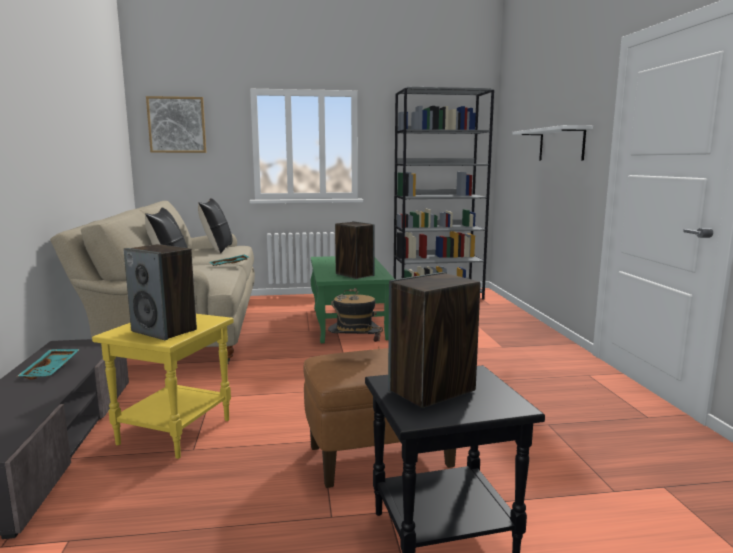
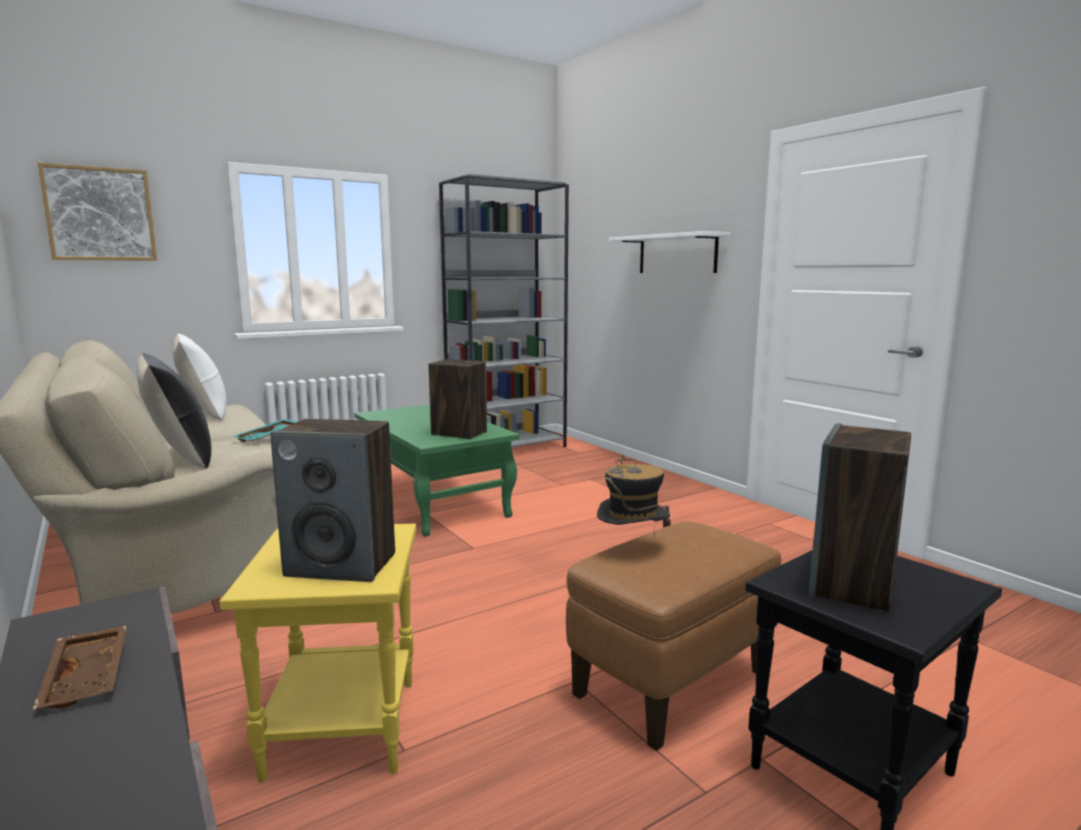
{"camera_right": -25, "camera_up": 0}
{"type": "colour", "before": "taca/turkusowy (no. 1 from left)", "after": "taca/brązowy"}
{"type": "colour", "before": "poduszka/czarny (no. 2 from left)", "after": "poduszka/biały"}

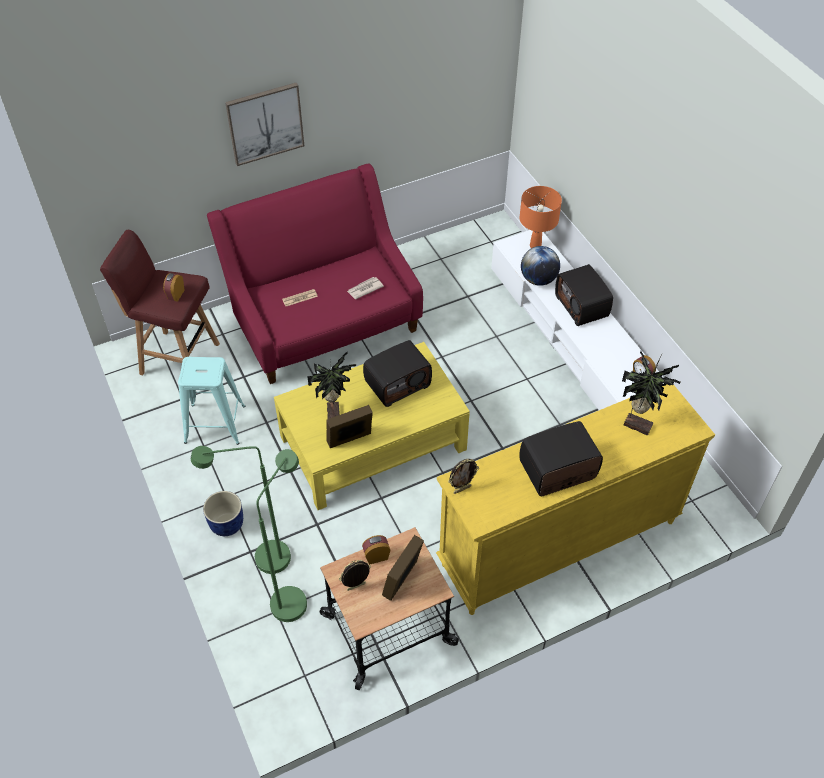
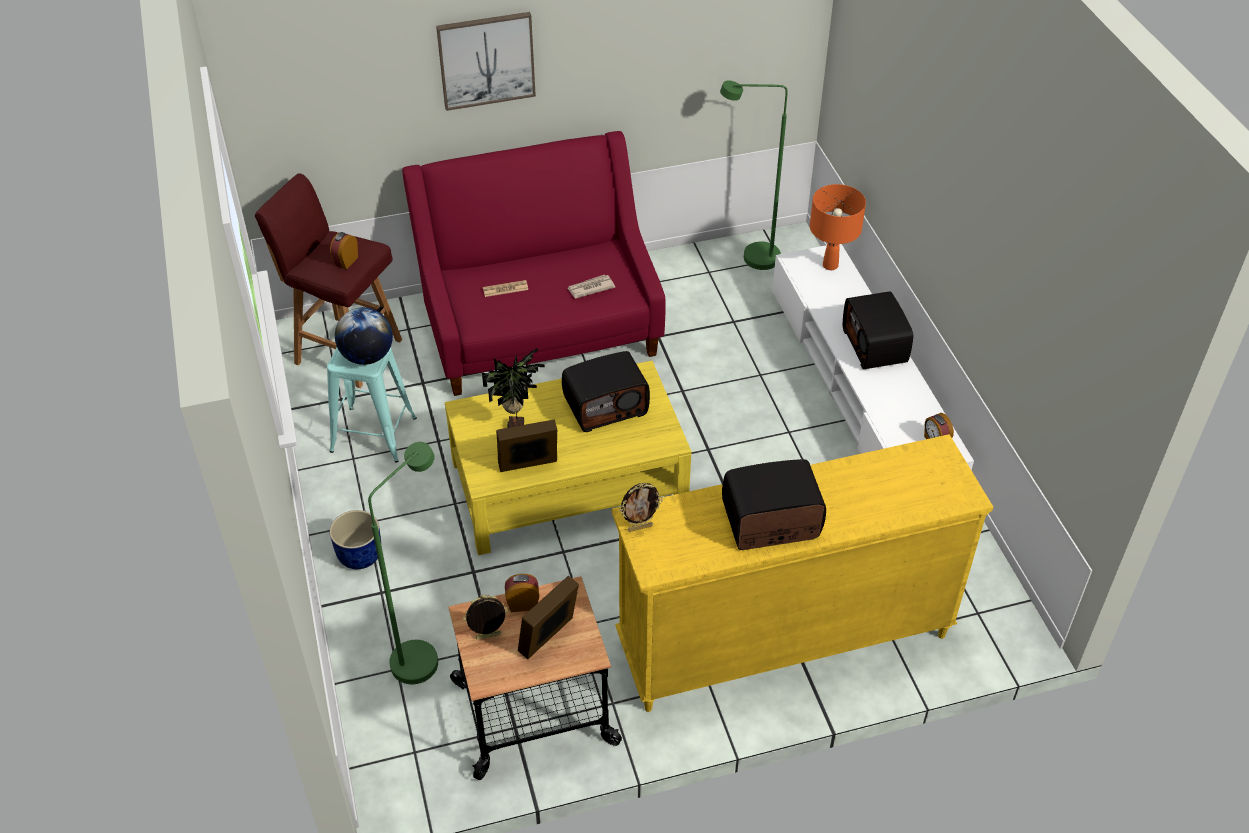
{"camera_right": 10, "camera_up": -5}
{"type": "relocated", "before": "lampa stojąca/zielony (no. 1 from left in the first image)", "after": "lampa stojąca/zielony (no. 2 from left)"}
{"type": "relocated", "before": "globus"}
{"type": "missing", "before": "roślina doniczkowa (no. 2 from left)"}

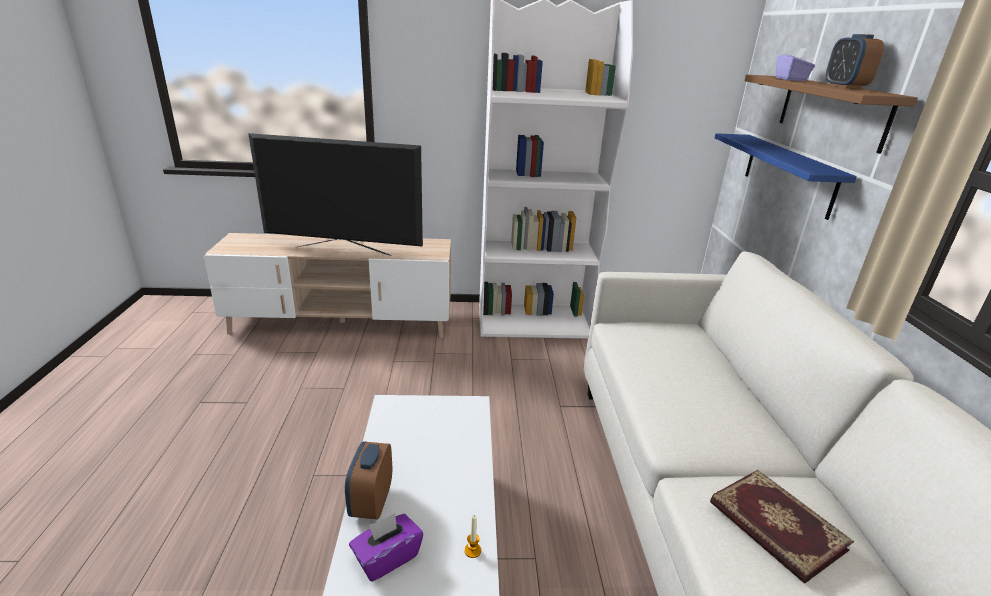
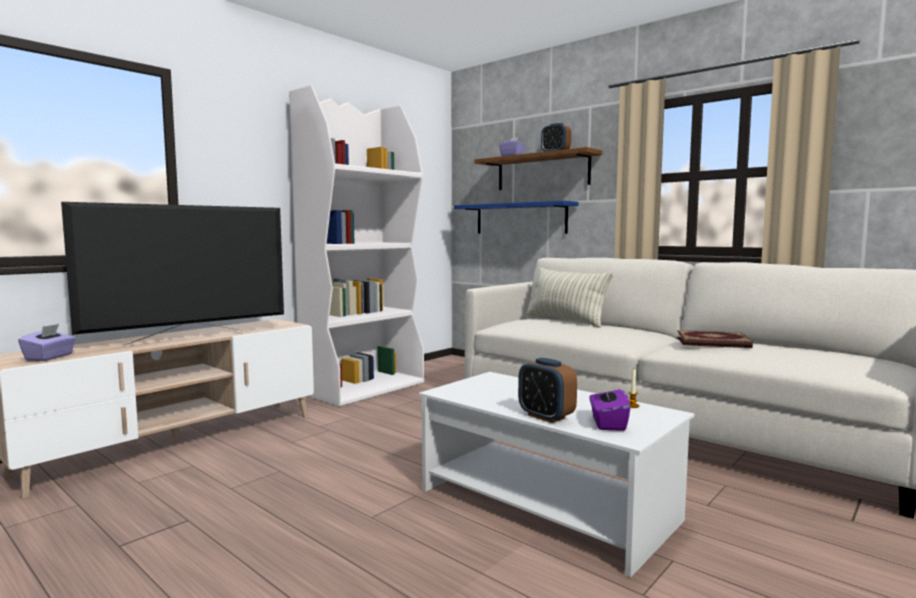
{"camera_right": -45, "camera_up": -20}
{"type": "appeared", "after": "pudełko chusteczek/fioletowy (no. 1 from left)"}
{"type": "appeared", "after": "poduszka"}

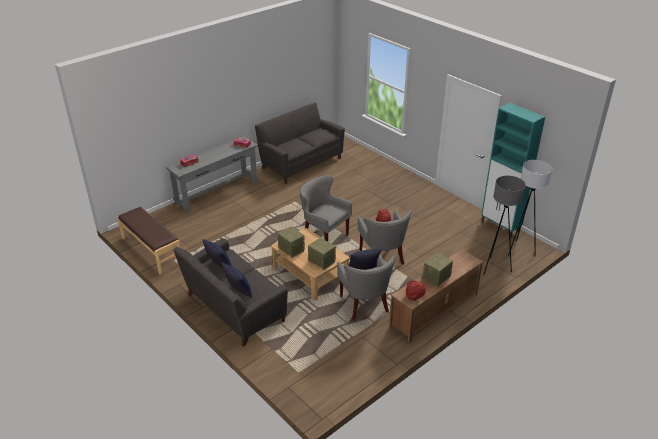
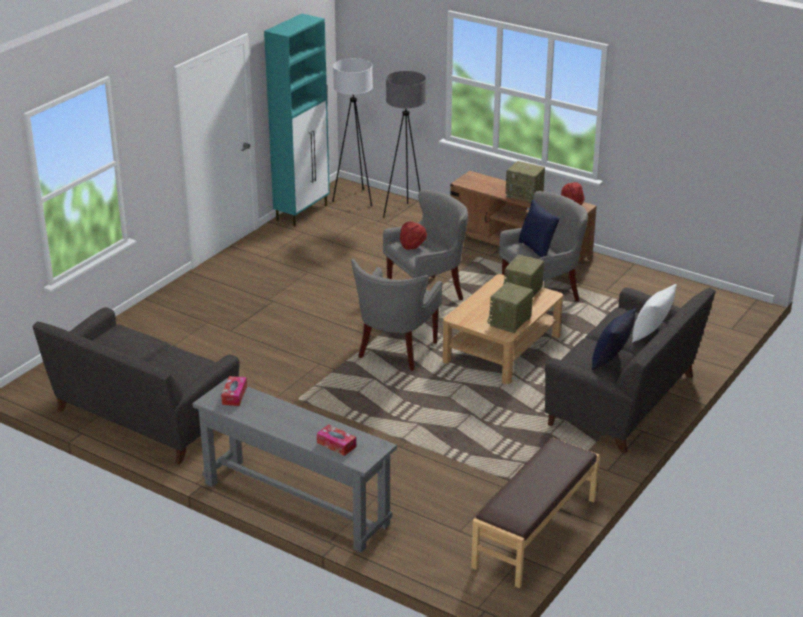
{"camera_right": -105, "camera_up": -5}
{"type": "colour", "before": "poduszka/niebieski (no. 2 from left)", "after": "poduszka/biały"}

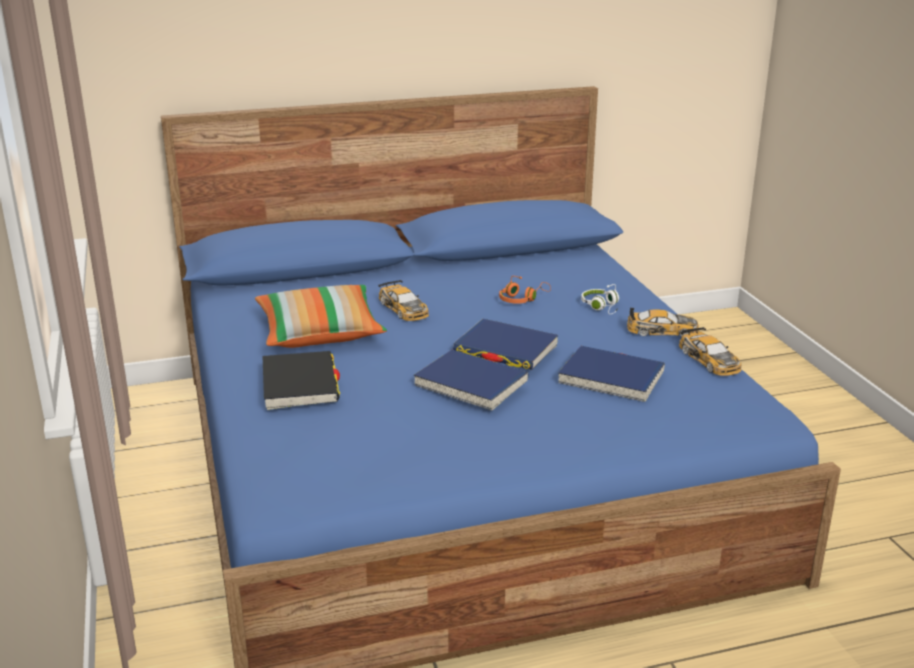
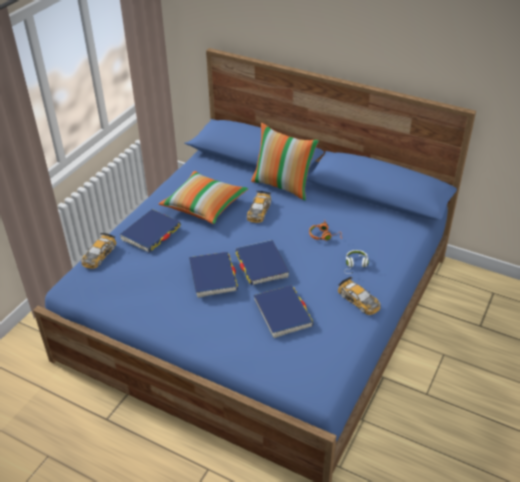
{"camera_right": 45, "camera_up": 15}
{"type": "colour", "before": "książka/czarny", "after": "książka/niebieski (no. 1 from left)"}
{"type": "relocated", "before": "samochodzik (no. 3 from left in the first image)", "after": "samochodzik (no. 1 from left)"}
{"type": "appeared", "after": "poduszka (no. 2 from left)"}

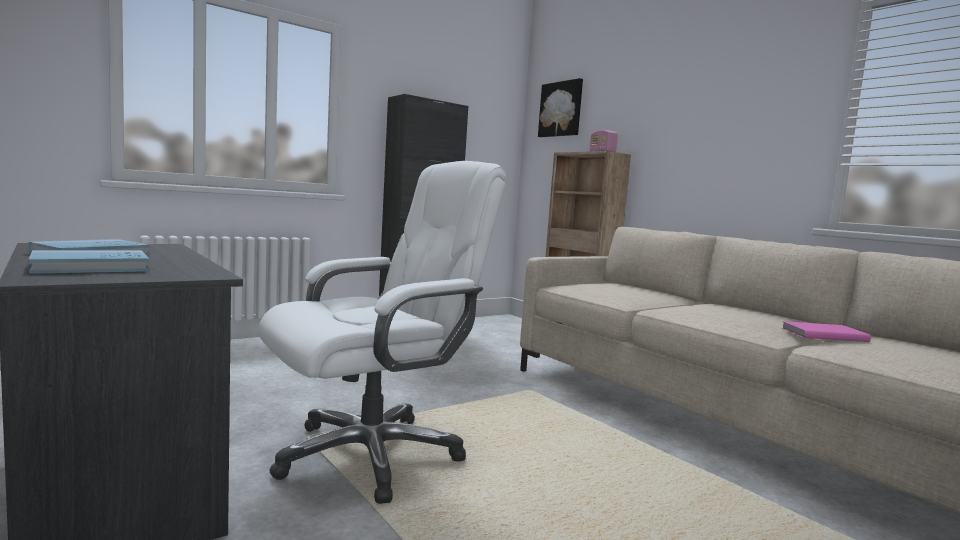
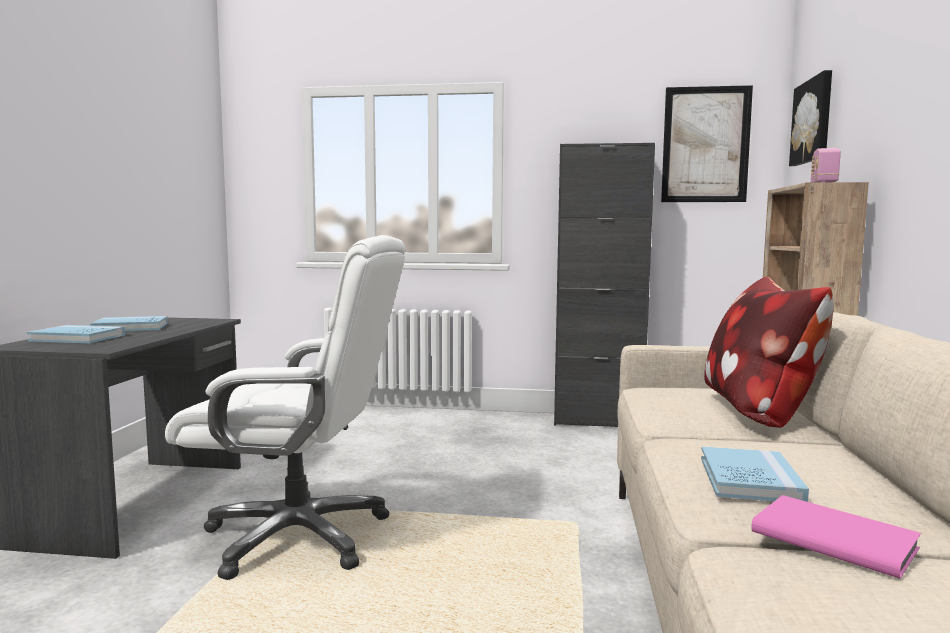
{"camera_right": 45, "camera_up": 0}
{"type": "appeared", "after": "obraz (no. 1 from left)"}
{"type": "appeared", "after": "książka/niebieski (no. 3 from left)"}
{"type": "appeared", "after": "poduszka"}

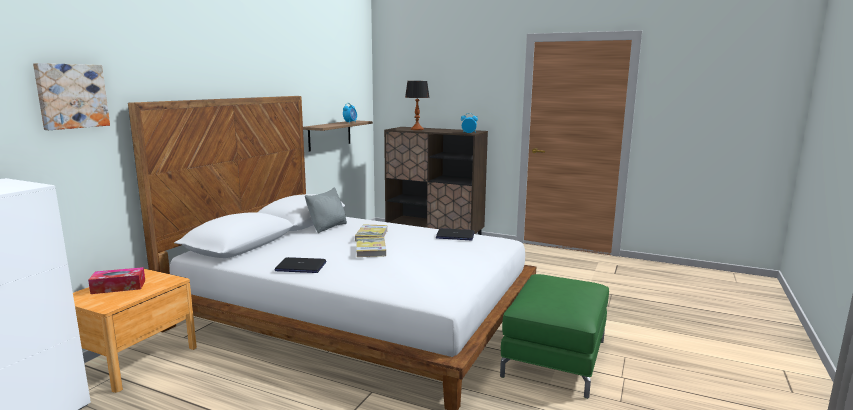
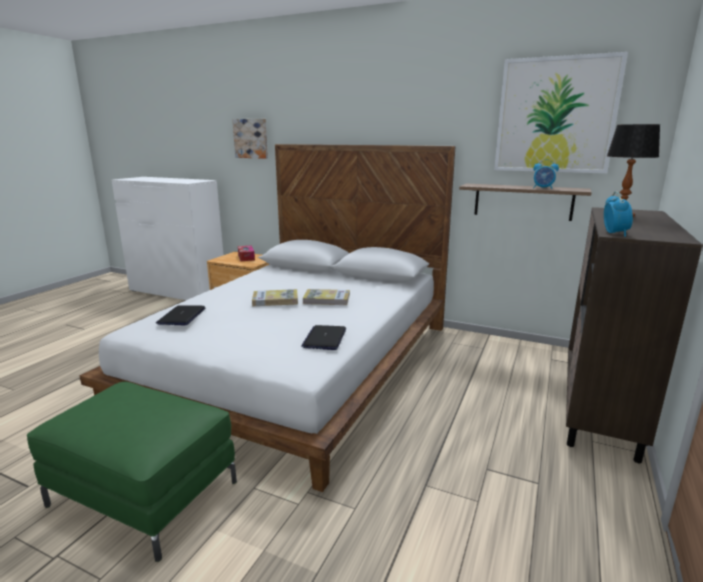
{"camera_right": 90, "camera_up": 5}
{"type": "relocated", "before": "laptop (no. 1 from left)"}
{"type": "missing", "before": "poduszka/szary"}
{"type": "appeared", "after": "obraz (no. 2 from left)"}

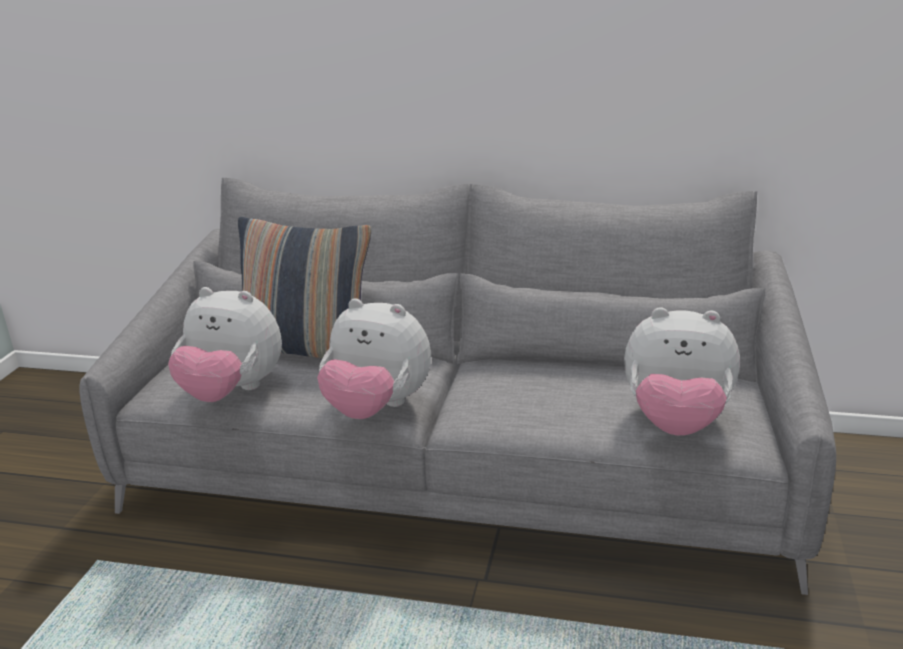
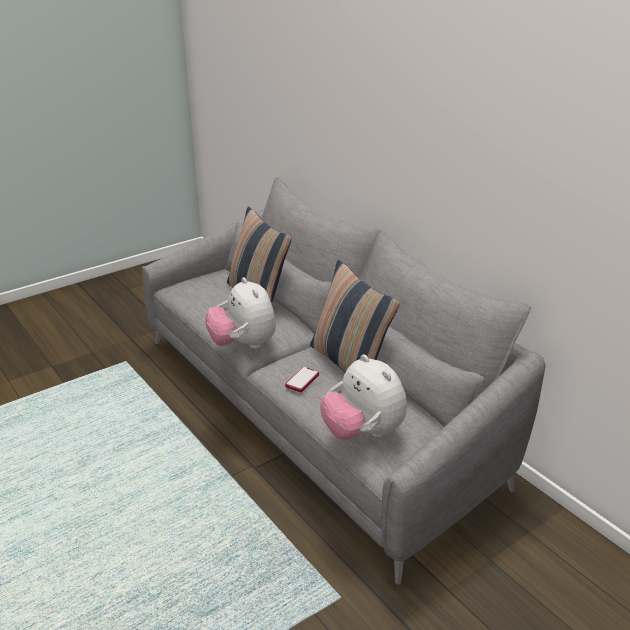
{"camera_right": 40, "camera_up": 5}
{"type": "missing", "before": "pluszak (no. 1 from left)"}
{"type": "appeared", "after": "telefon"}
{"type": "appeared", "after": "poduszka (no. 2 from left)"}

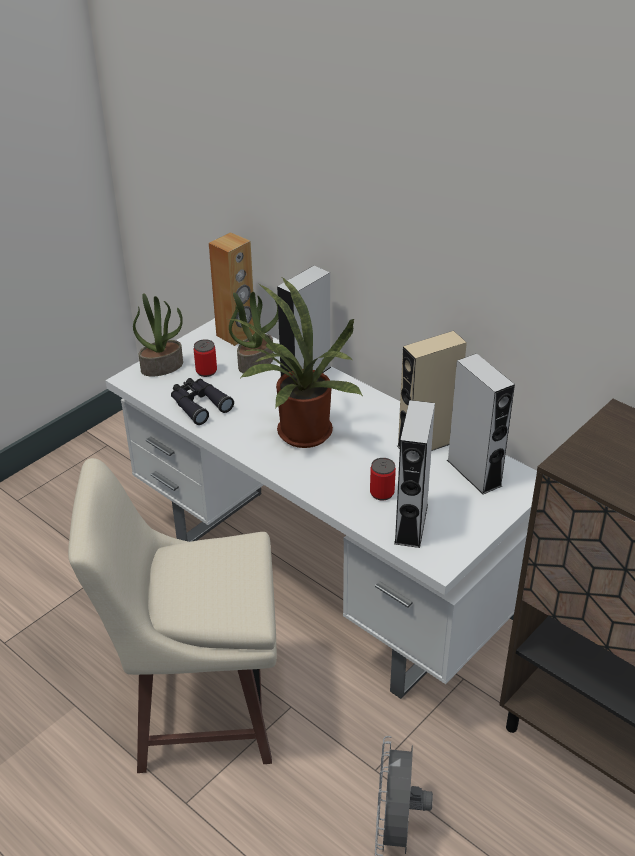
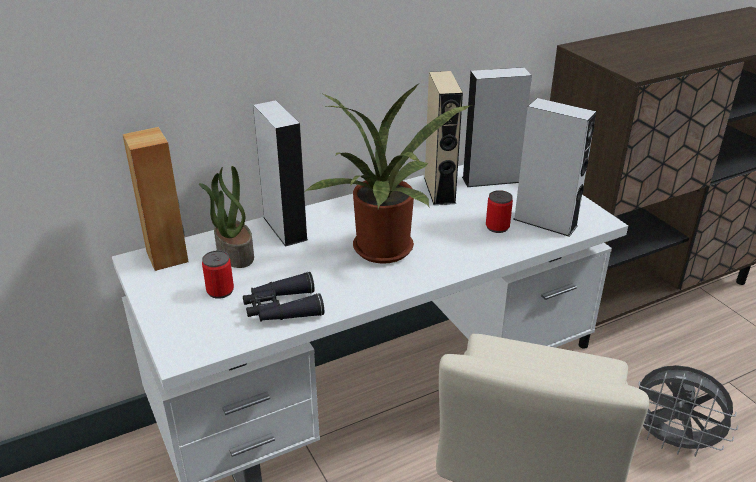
{"camera_right": -70, "camera_up": -5}
{"type": "missing", "before": "roślina doniczkowa (no. 1 from left)"}

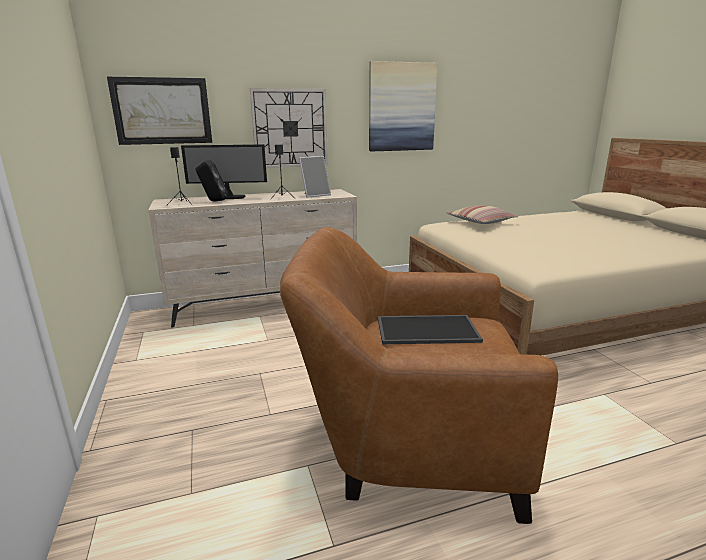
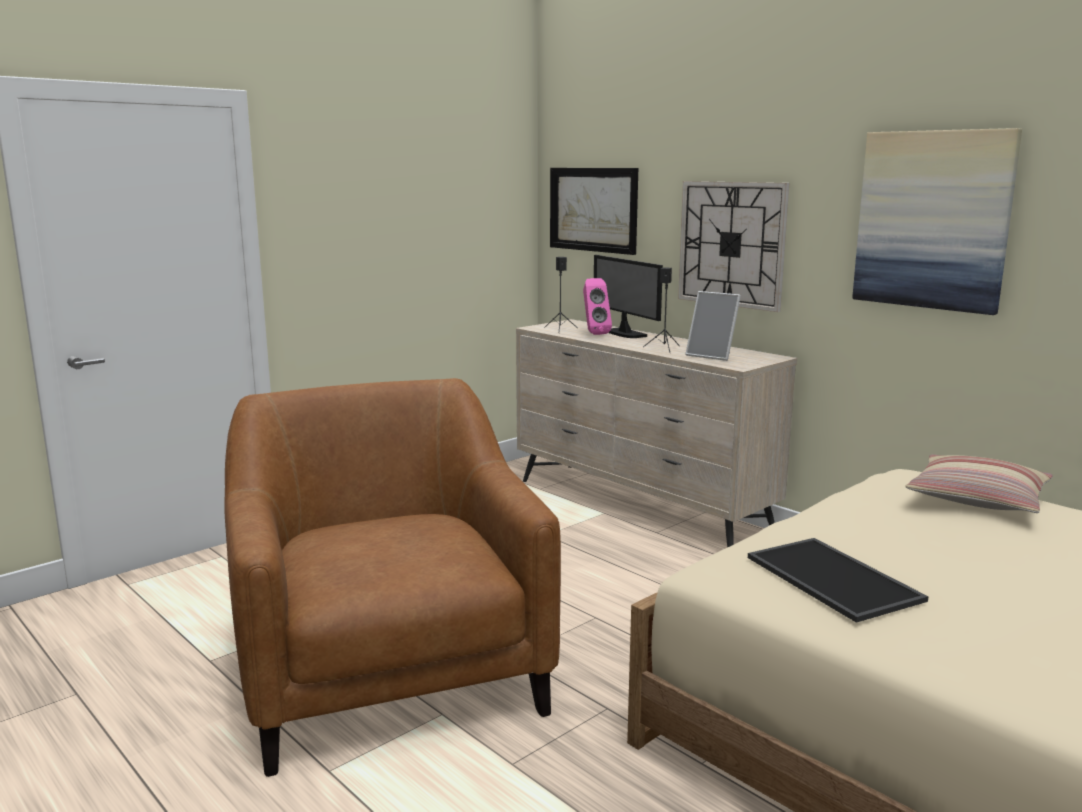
{"camera_right": 65, "camera_up": -5}
{"type": "colour", "before": "głośnik/czarny (no. 2 from left)", "after": "głośnik/różowy"}
{"type": "relocated", "before": "taca"}

